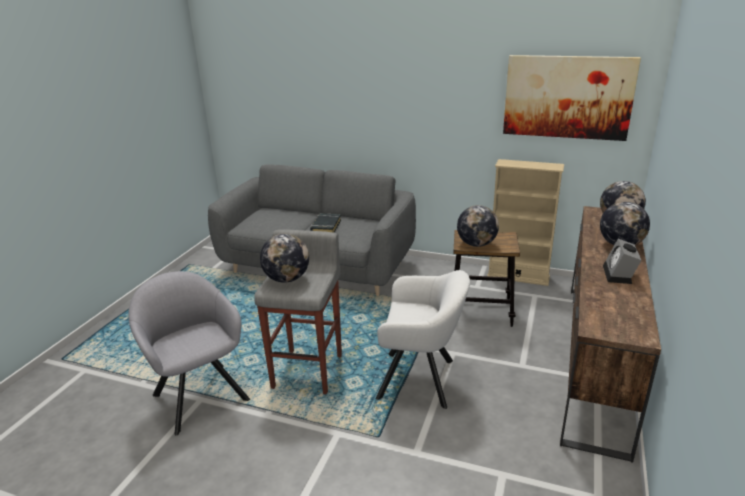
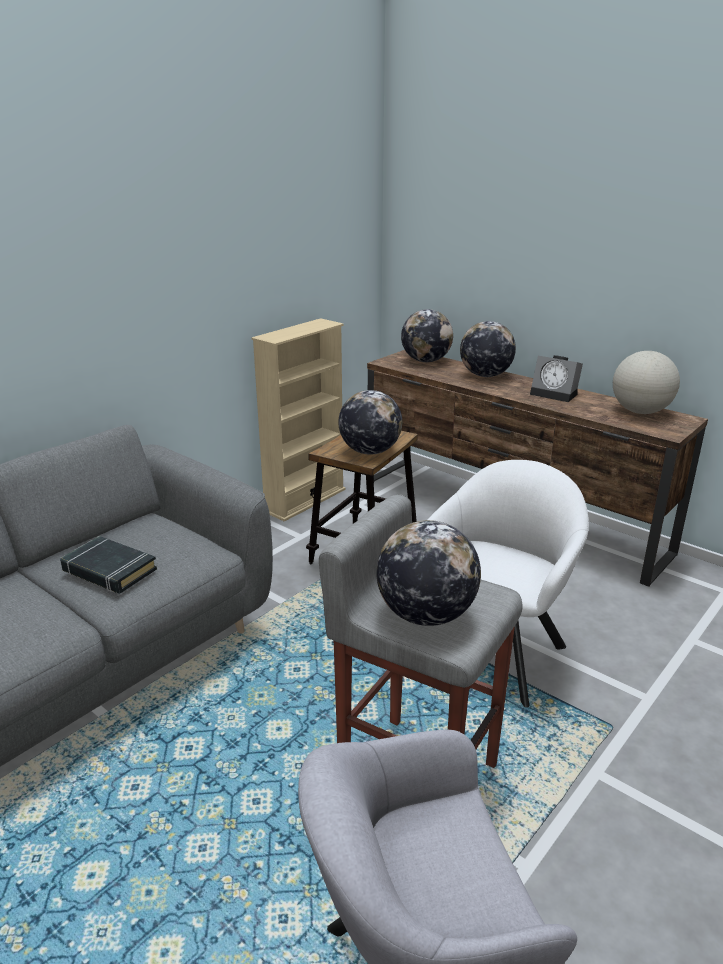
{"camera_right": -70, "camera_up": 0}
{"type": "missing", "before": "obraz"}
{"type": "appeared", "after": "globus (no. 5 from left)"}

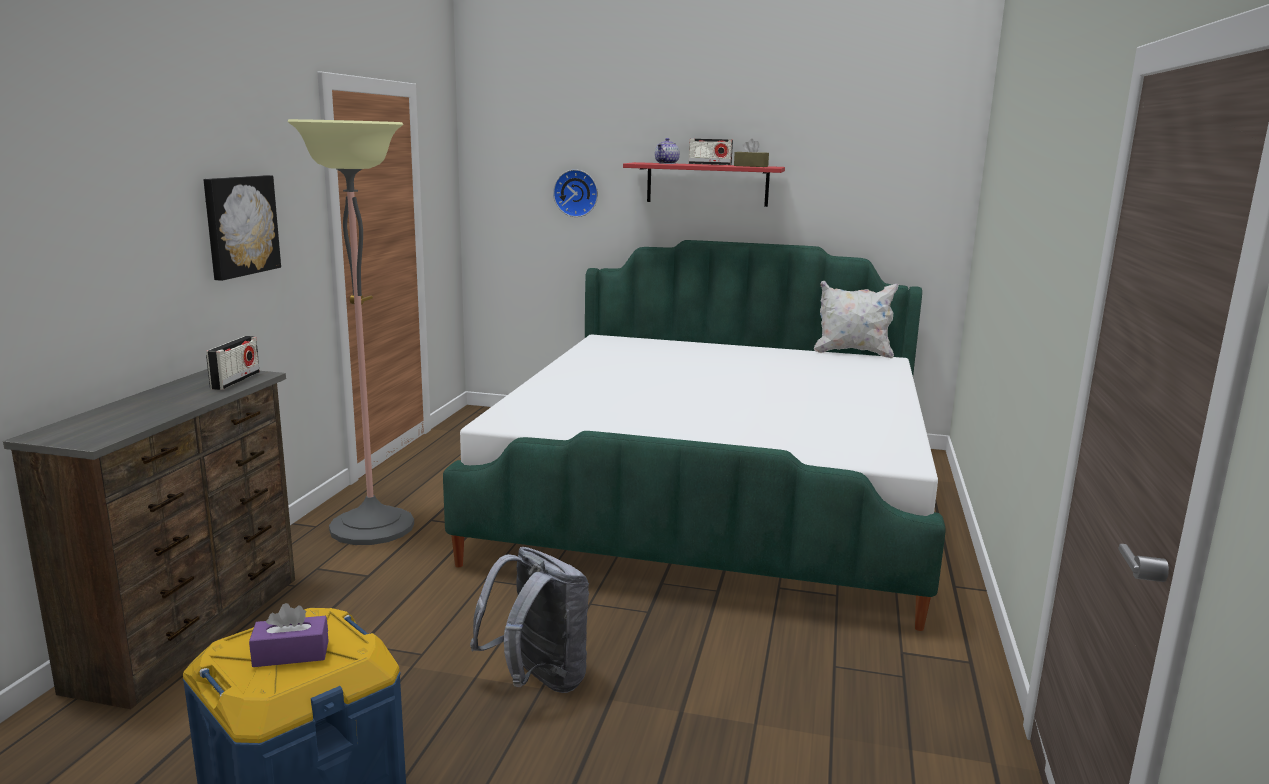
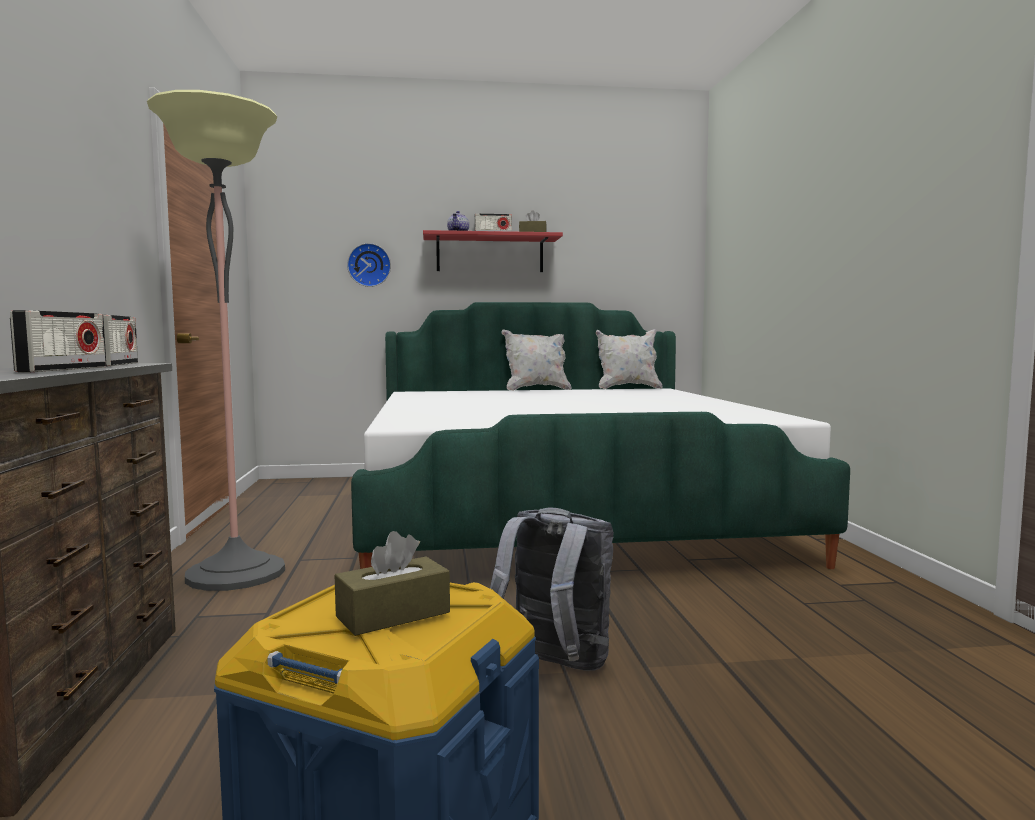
{"camera_right": -20, "camera_up": -10}
{"type": "missing", "before": "obraz"}
{"type": "colour", "before": "pudełko chusteczek/fioletowy", "after": "pudełko chusteczek/brązowy (no. 1 from left)"}
{"type": "appeared", "after": "radio (no. 1 from left)"}
{"type": "appeared", "after": "poduszka/biały (no. 1 from left)"}

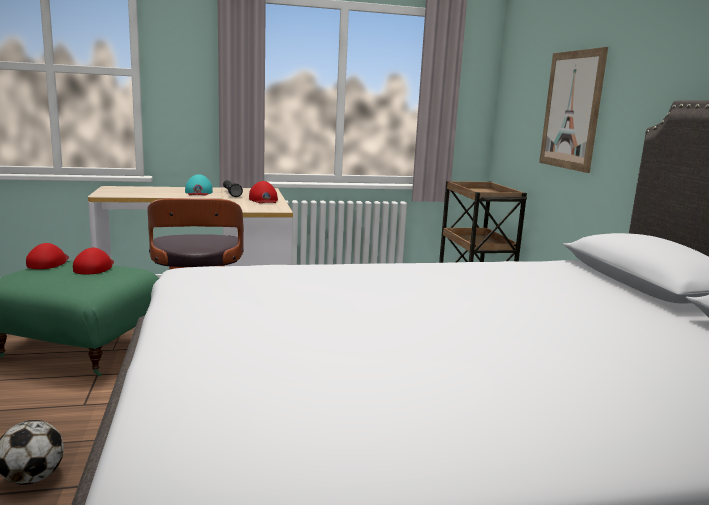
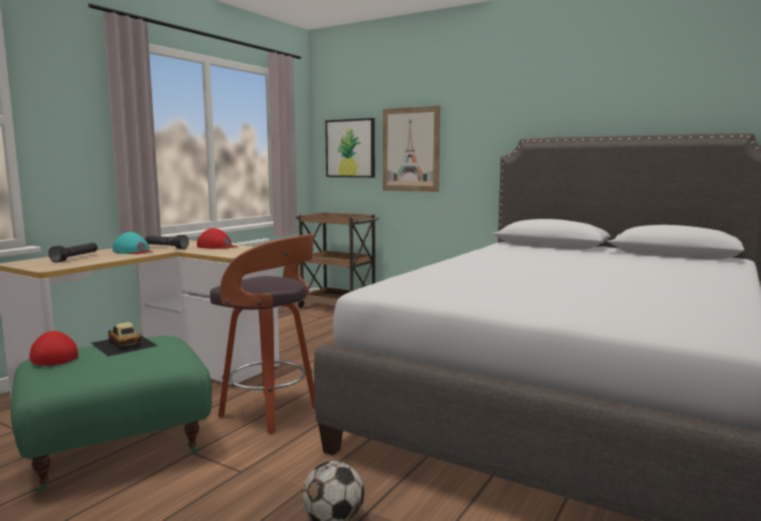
{"camera_right": -45, "camera_up": -5}
{"type": "exchanged", "before": "czapka z daszkiem/czerwony (no. 2 from left)", "after": "samochodzik"}
{"type": "appeared", "after": "latarka/czarny (no. 1 from left)"}
{"type": "appeared", "after": "obraz (no. 1 from left)"}

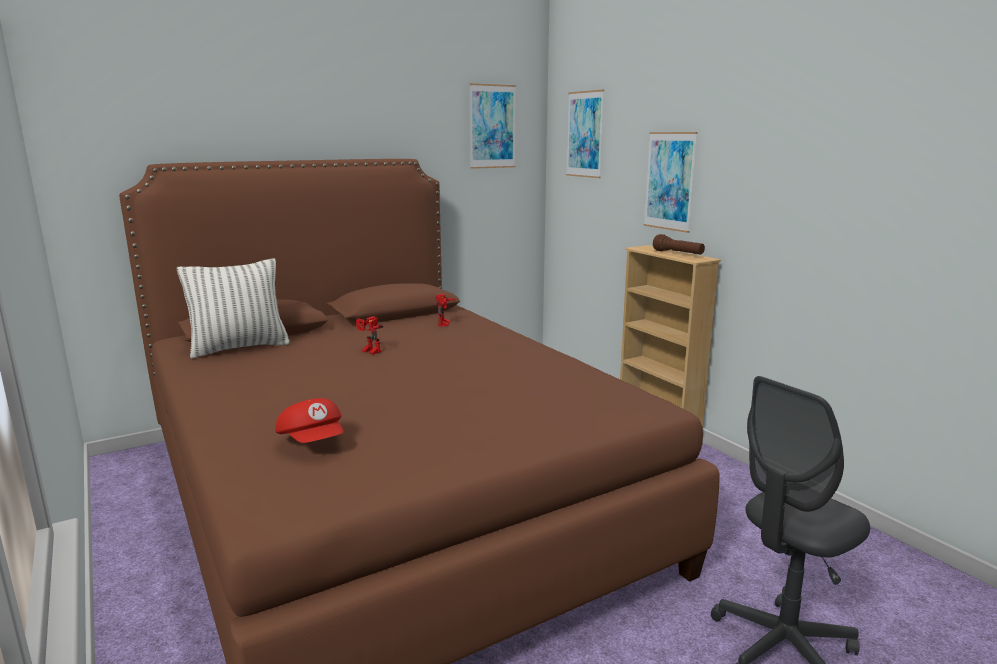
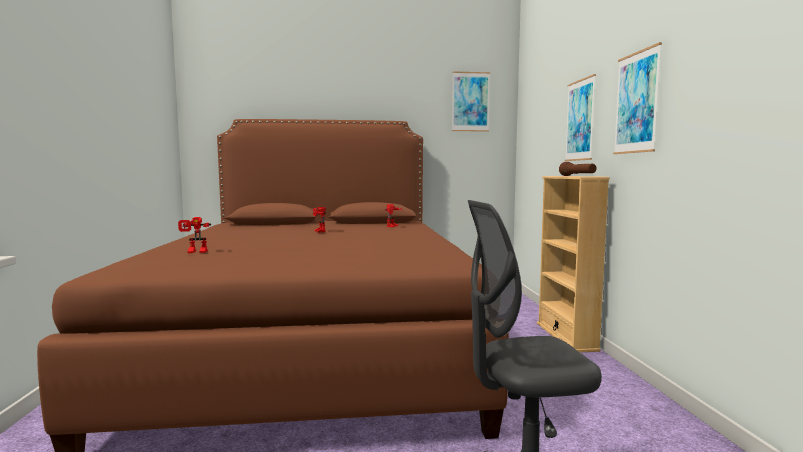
{"camera_right": 25, "camera_up": -10}
{"type": "missing", "before": "poduszka"}
{"type": "exchanged", "before": "czapka z daszkiem/czerwony", "after": "robot zabawkowy (no. 1 from left)"}
{"type": "relocated", "before": "obraz (no. 2 from left in the first image)", "after": "obraz (no. 3 from left)"}

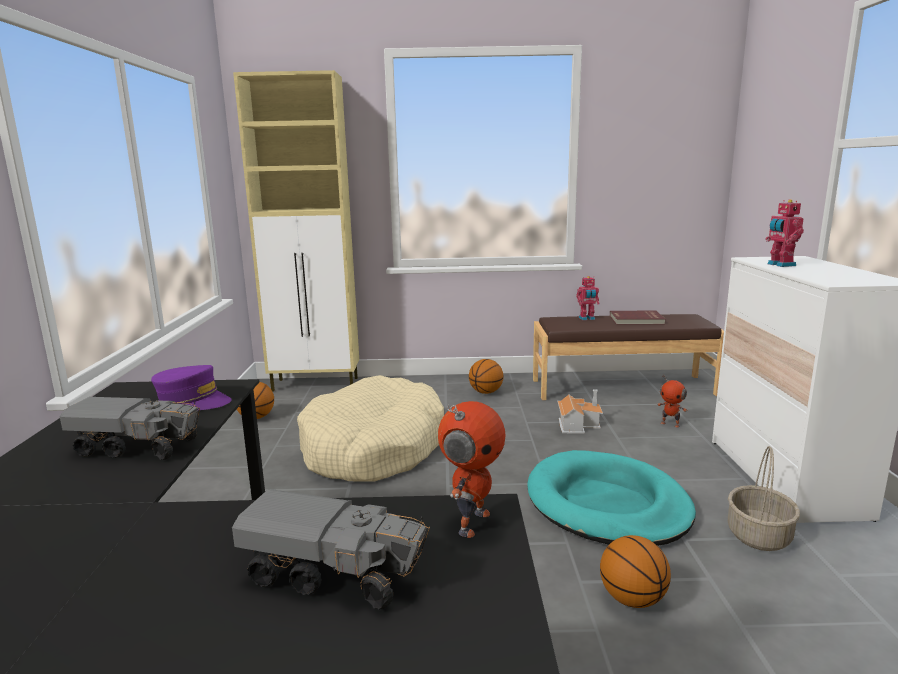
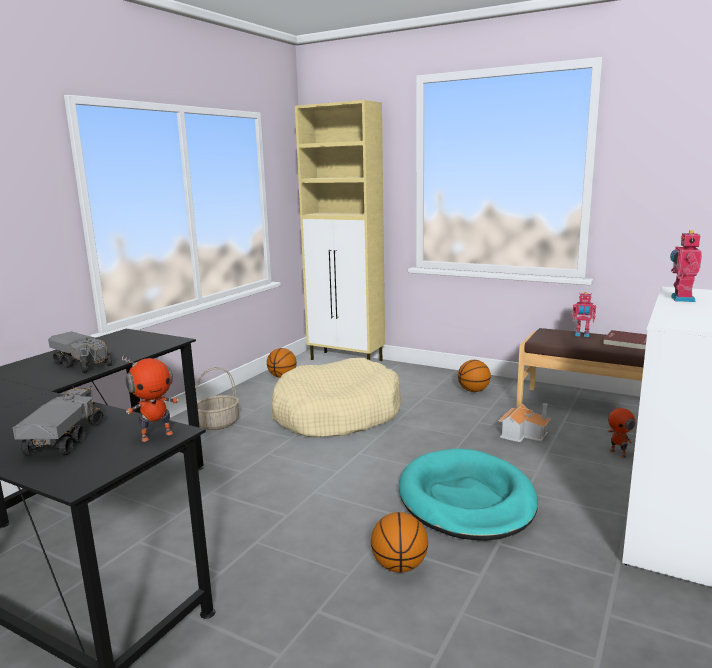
{"camera_right": 30, "camera_up": 0}
{"type": "missing", "before": "czapka z daszkiem/fioletowy"}
{"type": "spun", "before": "ciężarówka zabawkowa (no. 2 from left in the first image)", "turn": -135}
{"type": "relocated", "before": "koszyk"}

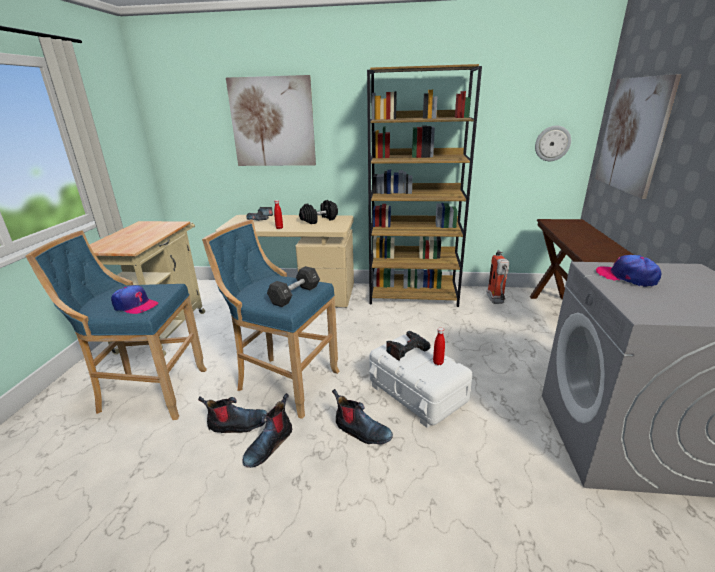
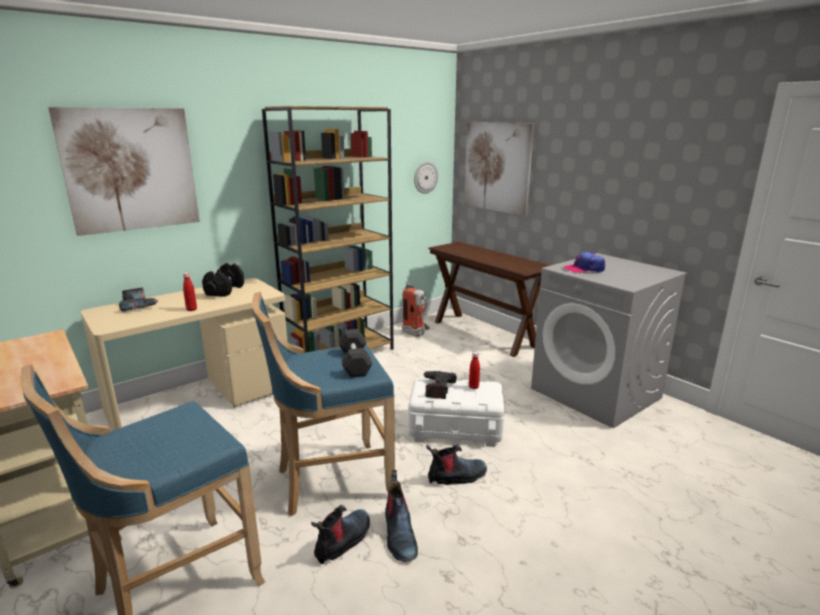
{"camera_right": -45, "camera_up": -5}
{"type": "missing", "before": "czapka z daszkiem (no. 1 from left)"}

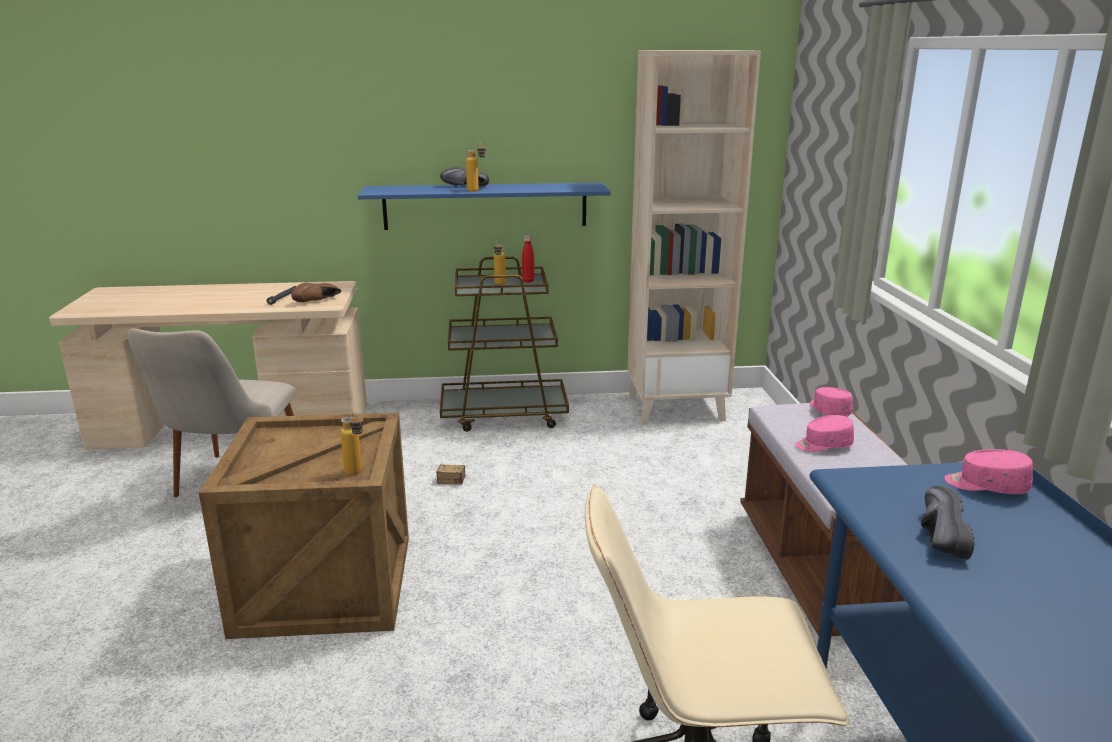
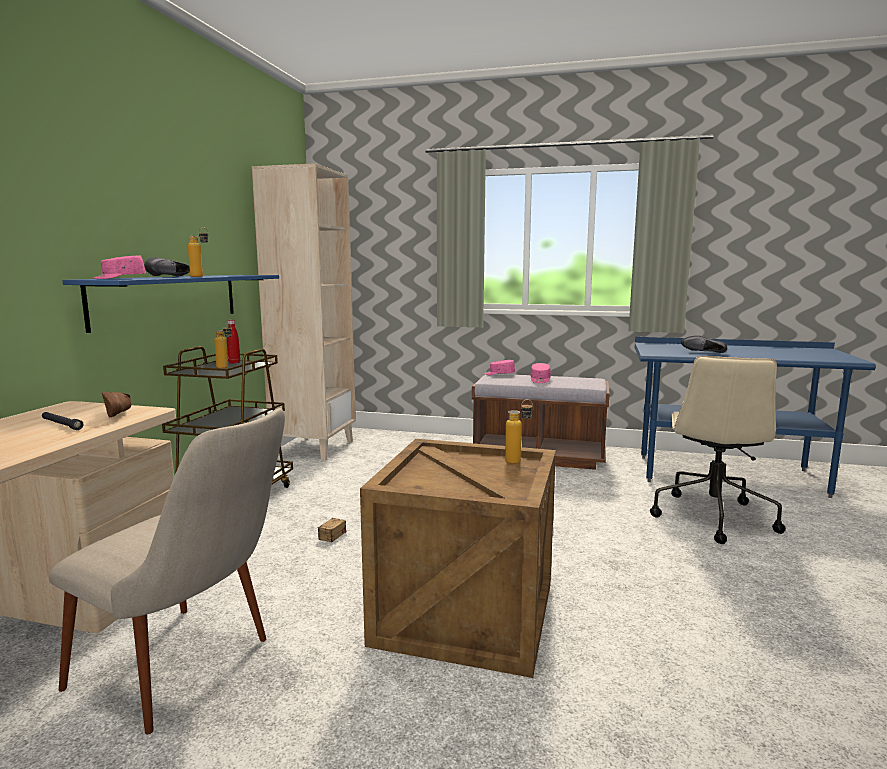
{"camera_right": -70, "camera_up": -10}
{"type": "relocated", "before": "czapka z daszkiem/różowy (no. 3 from left in the first image)", "after": "czapka z daszkiem/różowy (no. 1 from left)"}

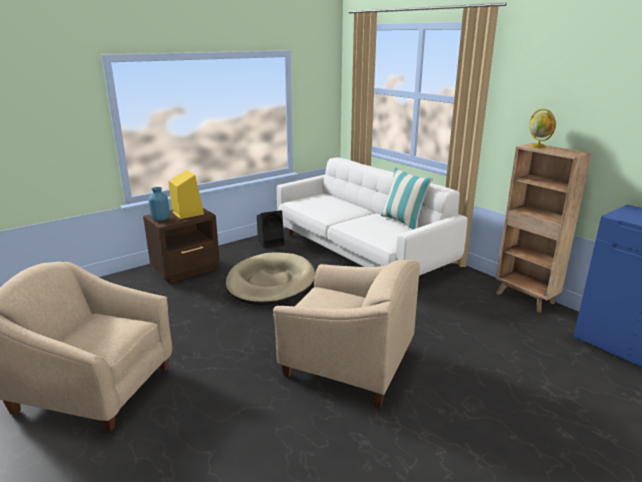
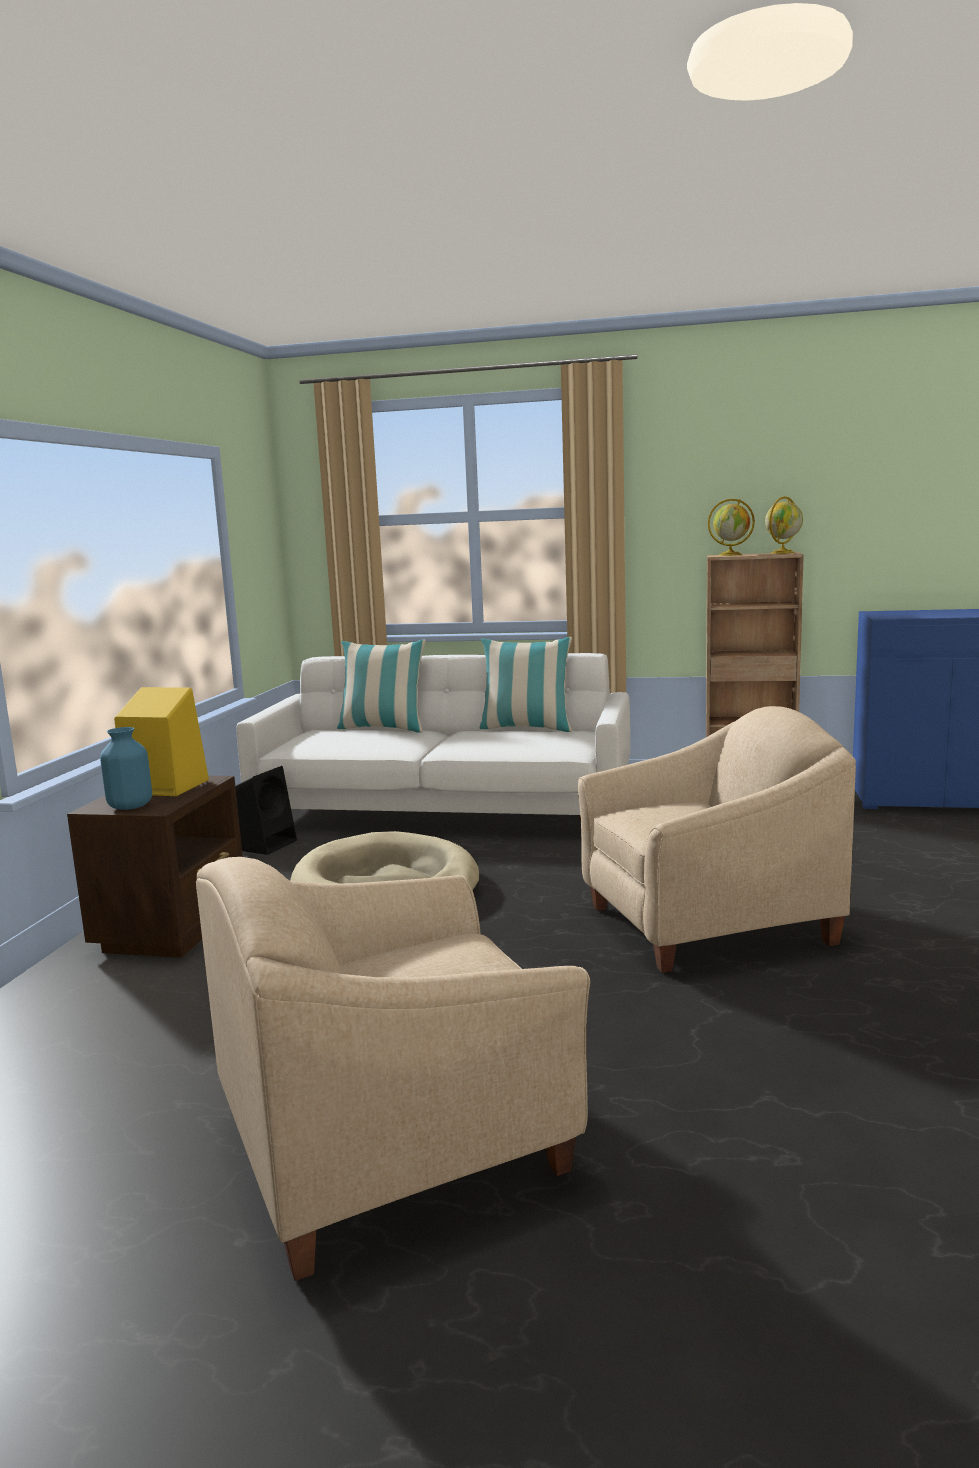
{"camera_right": -40, "camera_up": -10}
{"type": "appeared", "after": "poduszka (no. 1 from left)"}
{"type": "appeared", "after": "globus (no. 2 from left)"}

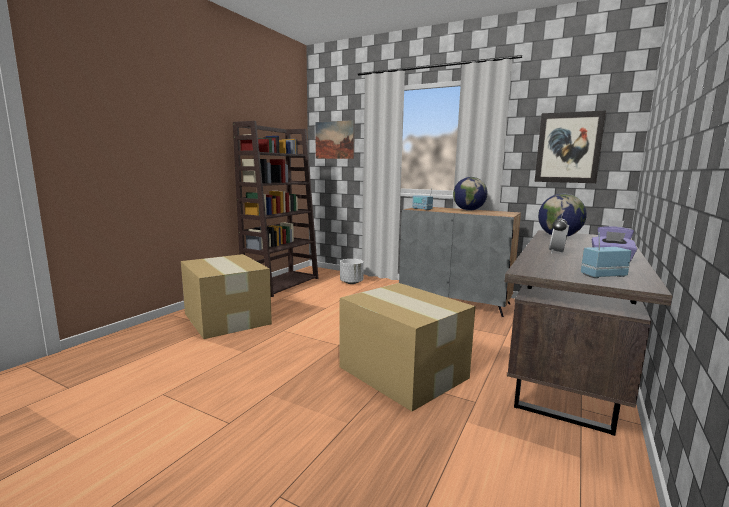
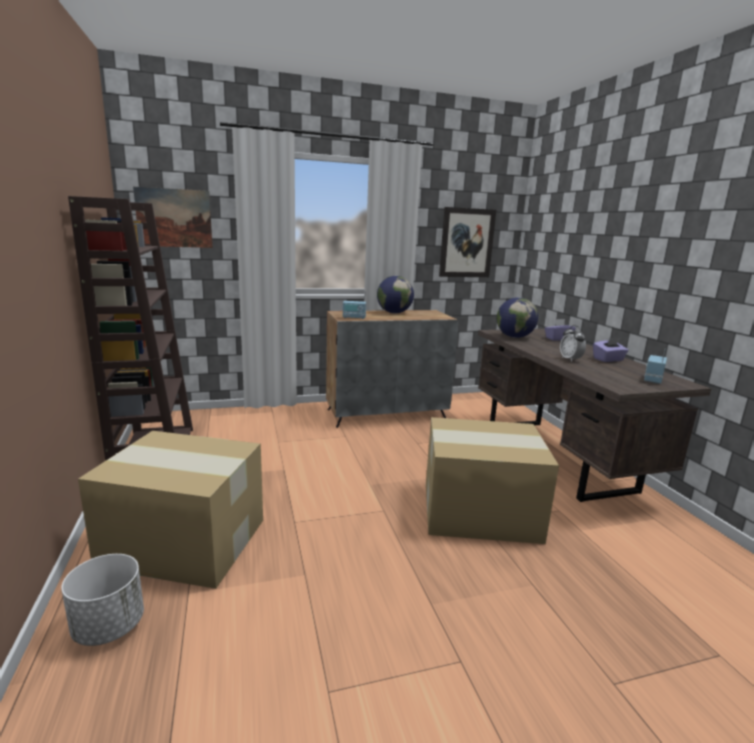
{"camera_right": -45, "camera_up": 5}
{"type": "relocated", "before": "donica/biały"}

